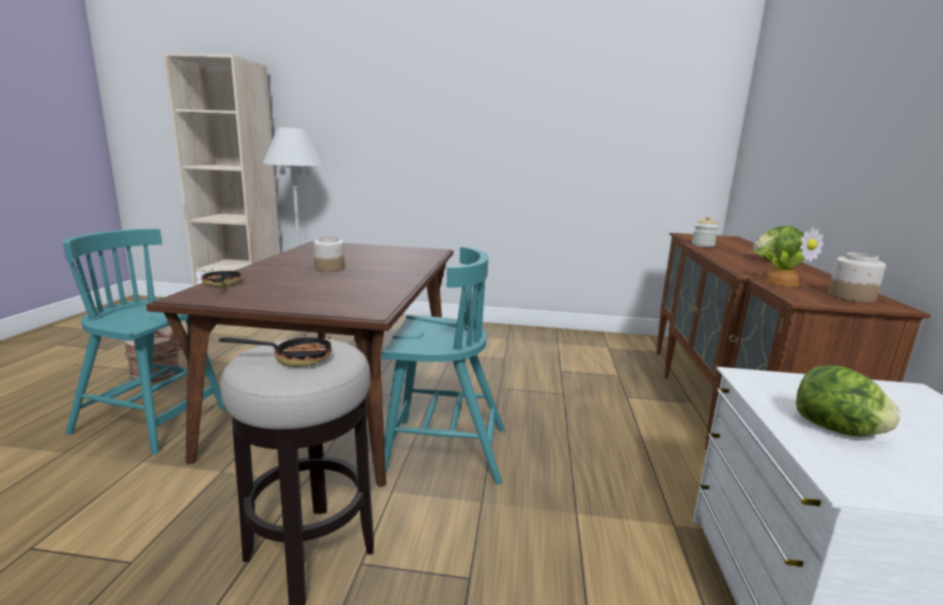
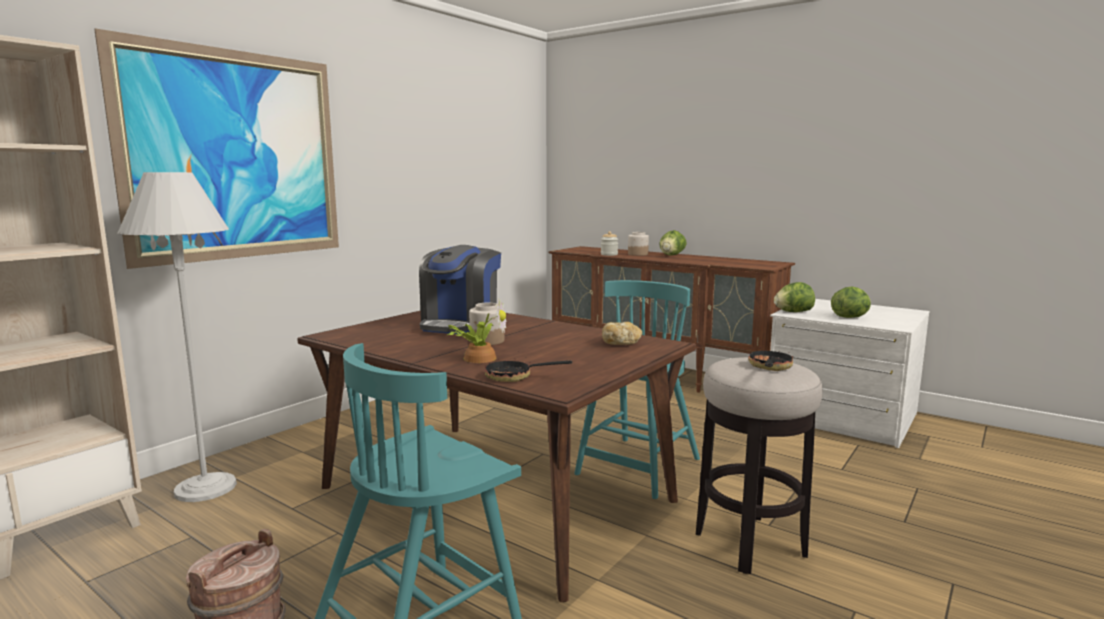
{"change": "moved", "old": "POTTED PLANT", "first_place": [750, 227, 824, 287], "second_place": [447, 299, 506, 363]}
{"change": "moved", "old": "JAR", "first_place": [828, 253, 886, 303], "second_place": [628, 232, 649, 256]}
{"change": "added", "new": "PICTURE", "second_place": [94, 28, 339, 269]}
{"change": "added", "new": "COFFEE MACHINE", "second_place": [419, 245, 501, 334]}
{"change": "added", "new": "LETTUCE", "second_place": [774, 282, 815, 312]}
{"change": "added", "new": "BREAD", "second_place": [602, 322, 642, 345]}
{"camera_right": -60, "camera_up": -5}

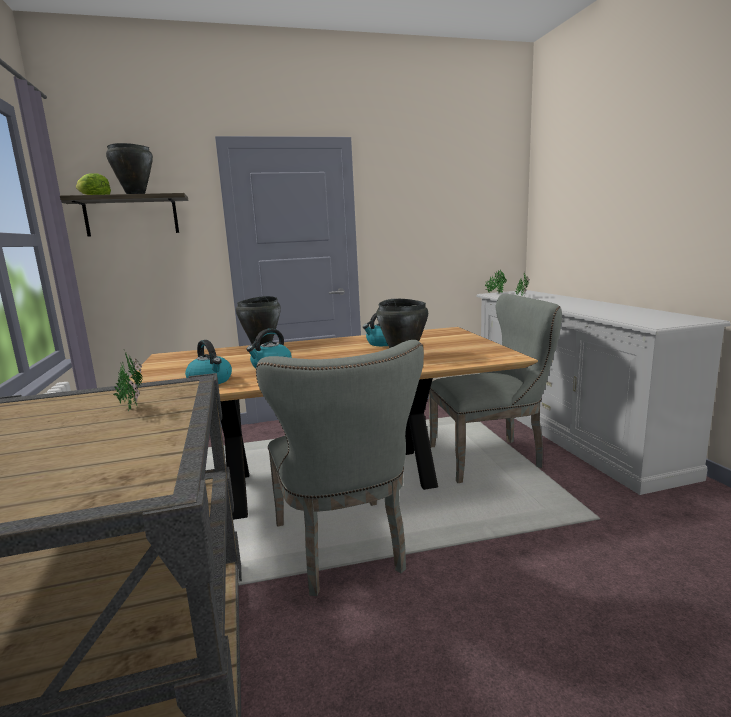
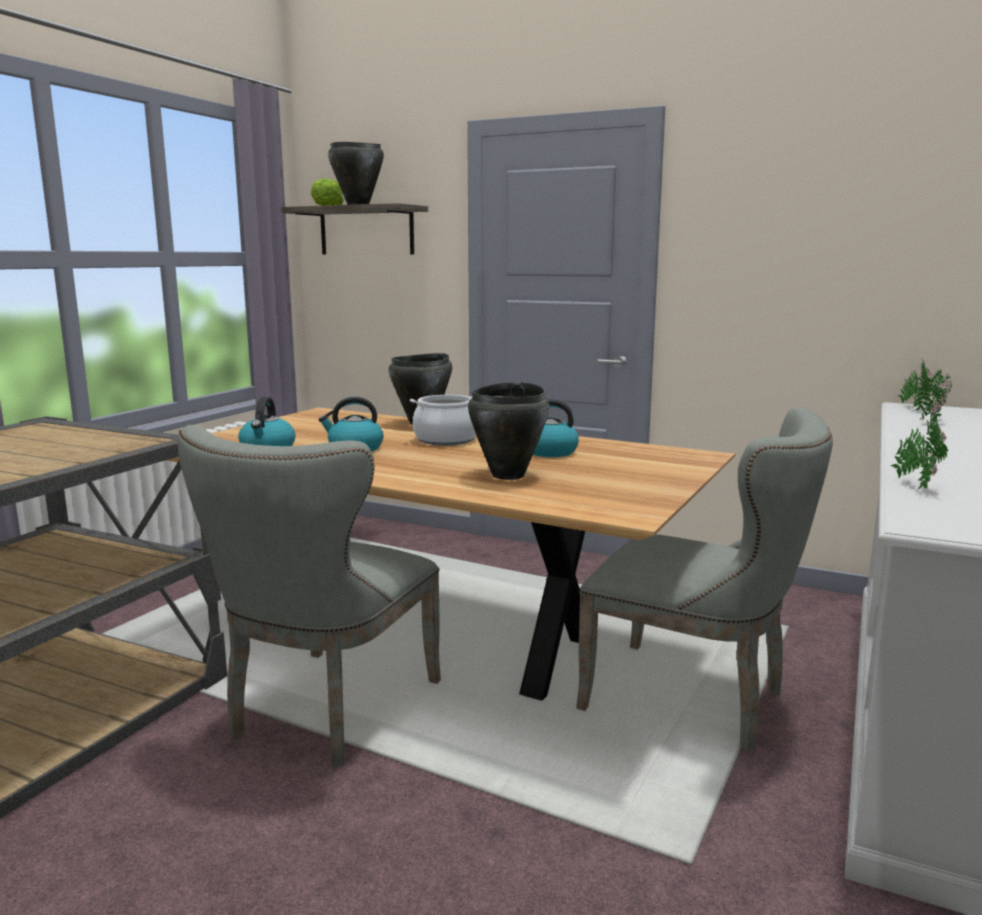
{"change": "moved", "old": "POTTED PLANT", "first_place": [113, 350, 143, 411], "second_place": [891, 413, 948, 489]}
{"change": "added", "new": "COOKING POT", "second_place": [410, 395, 476, 446]}
{"camera_right": 40, "camera_up": 0}

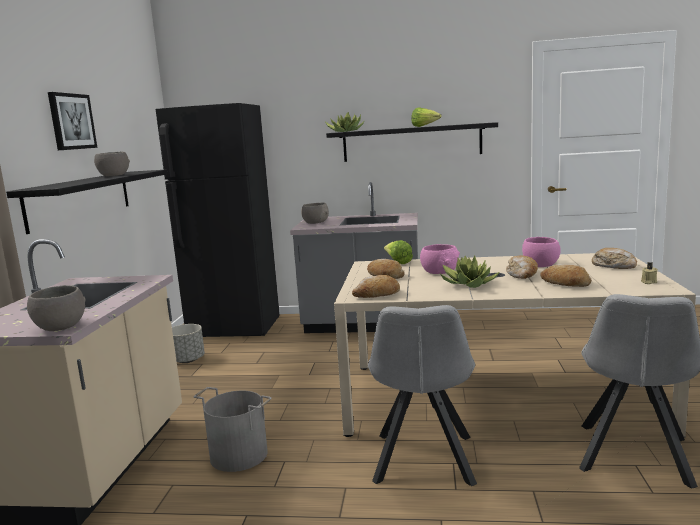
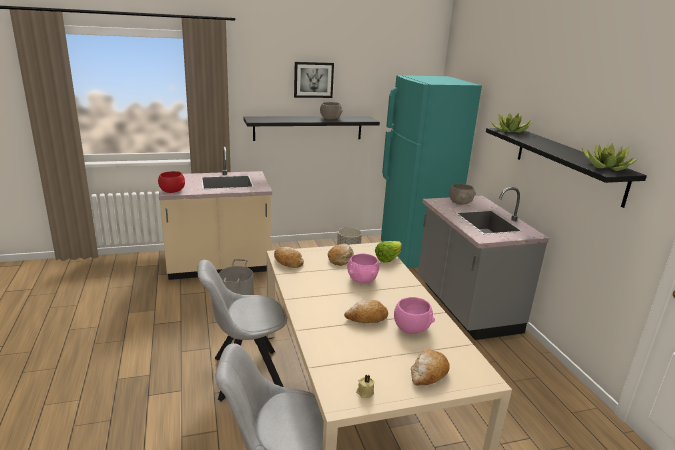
{"change": "recoloured", "old": "BLACK FRIDGE", "new": "TURQUOISE FRIDGE", "first_place": [156, 103, 280, 337], "second_place": [381, 75, 482, 268]}
{"change": "removed", "old": "LETTUCE", "first_place": [411, 107, 442, 127]}
{"change": "moved", "old": "POTTED PLANT", "first_place": [440, 255, 500, 288], "second_place": [582, 142, 638, 171]}
{"change": "removed", "old": "BREAD", "first_place": [540, 264, 591, 287]}
{"change": "recoloured", "old": "GREY BOWL", "new": "RED BOWL", "first_place": [27, 285, 85, 331], "second_place": [158, 171, 185, 193]}
{"camera_right": 65, "camera_up": 10}

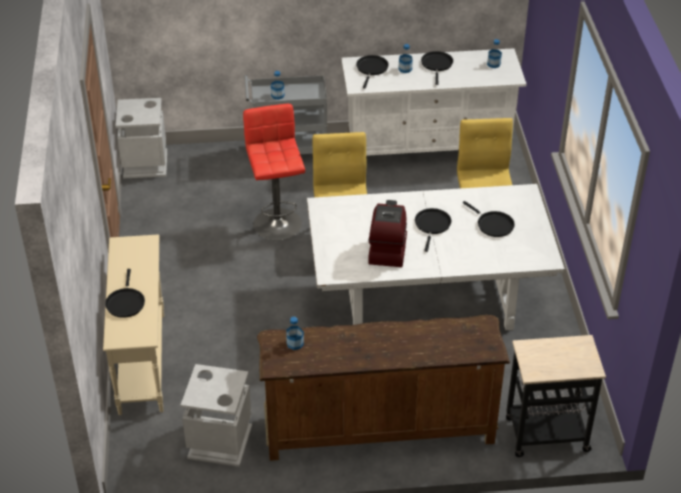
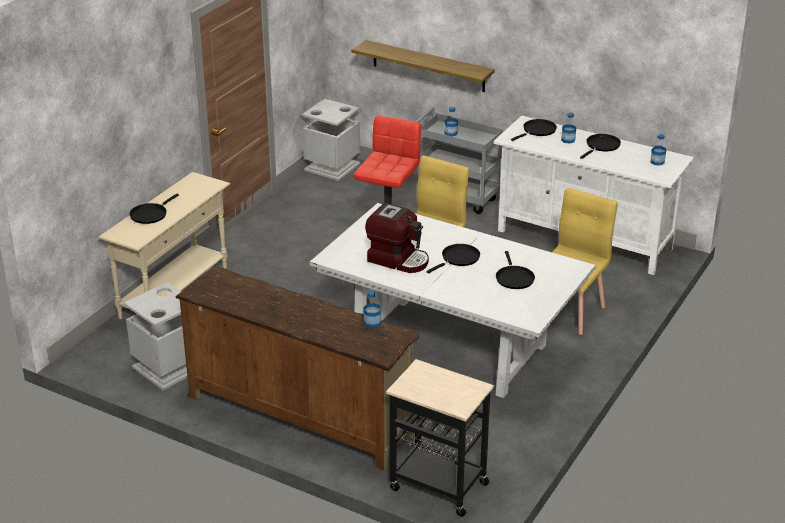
{"change": "turned", "old": "COFFEE MACHINE", "first_place": [368, 200, 407, 267], "second_place": [365, 203, 429, 273], "degrees": 75}
{"change": "moved", "old": "BOTTLE", "first_place": [287, 317, 304, 350], "second_place": [364, 291, 382, 328]}
{"change": "added", "new": "SHELF", "second_place": [351, 40, 495, 92]}
{"camera_right": 35, "camera_up": -10}

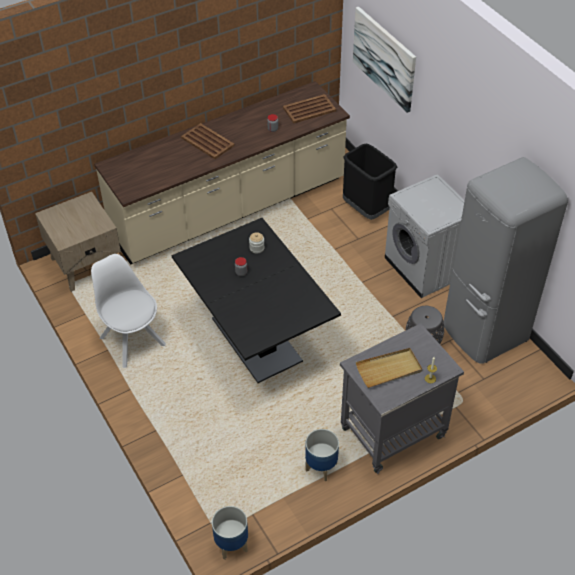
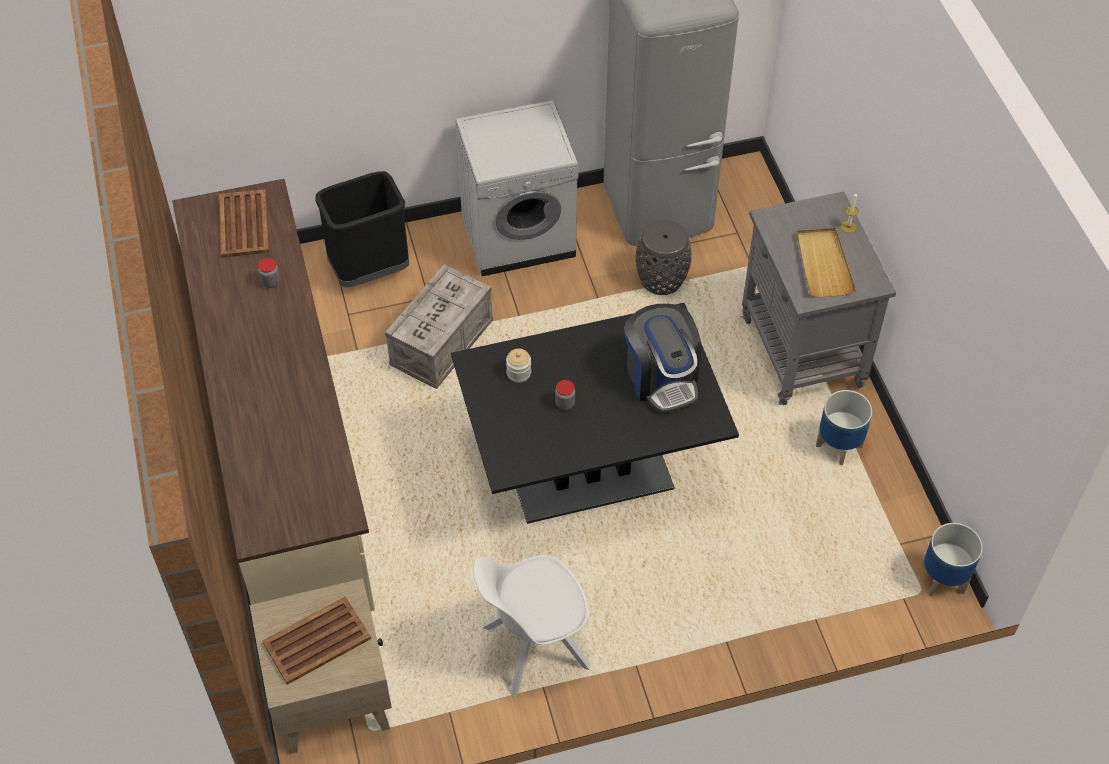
{"change": "removed", "old": "PICTURE", "first_place": [353, 7, 416, 113]}
{"change": "moved", "old": "BROWN TRAY", "first_place": [181, 123, 235, 159], "second_place": [262, 596, 371, 685]}
{"change": "added", "new": "CRATE", "second_place": [385, 264, 493, 389]}
{"change": "added", "new": "COFFEE MACHINE", "second_place": [624, 304, 702, 413]}
{"camera_right": -75, "camera_up": 5}

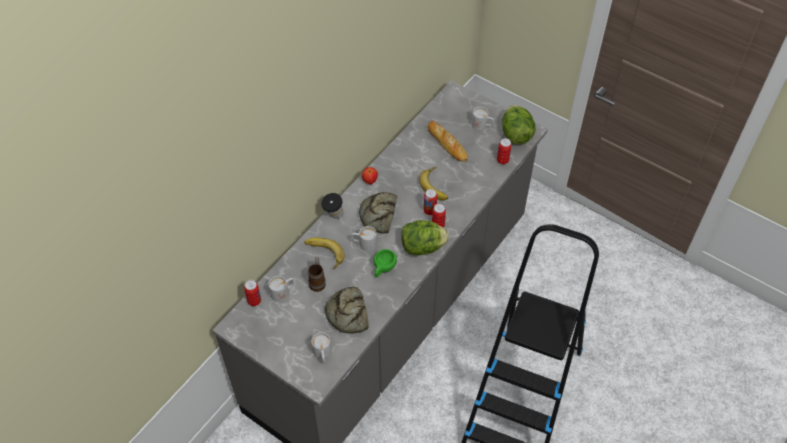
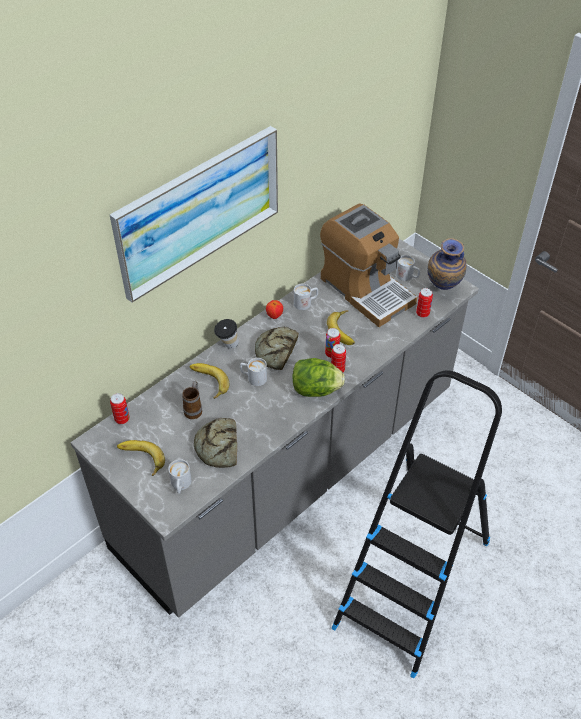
{"change": "replaced", "old": "LETTUCE", "new": "VASE", "first_place": [502, 105, 536, 145], "second_place": [428, 238, 466, 290]}
{"change": "replaced", "old": "BREAD", "new": "COFFEE MACHINE", "first_place": [428, 121, 468, 162], "second_place": [320, 203, 417, 327]}
{"change": "removed", "old": "GREEN CUP", "first_place": [374, 249, 397, 278]}
{"change": "moved", "old": "WHITE MUG", "first_place": [268, 276, 294, 302], "second_place": [294, 284, 318, 310]}
{"change": "added", "new": "PICTURE", "second_place": [110, 126, 278, 303]}
{"change": "added", "new": "BANANA", "second_place": [117, 440, 165, 476]}
{"camera_right": 10, "camera_up": -5}

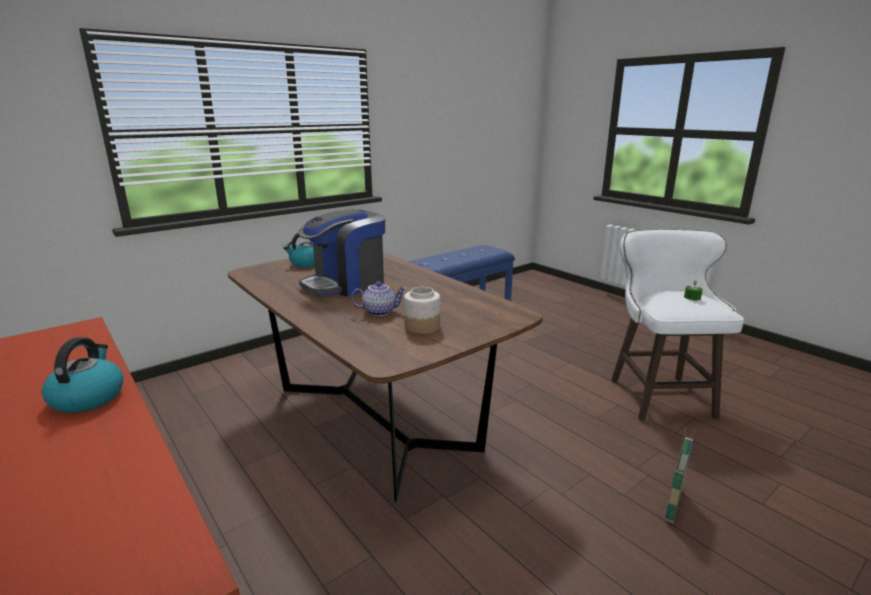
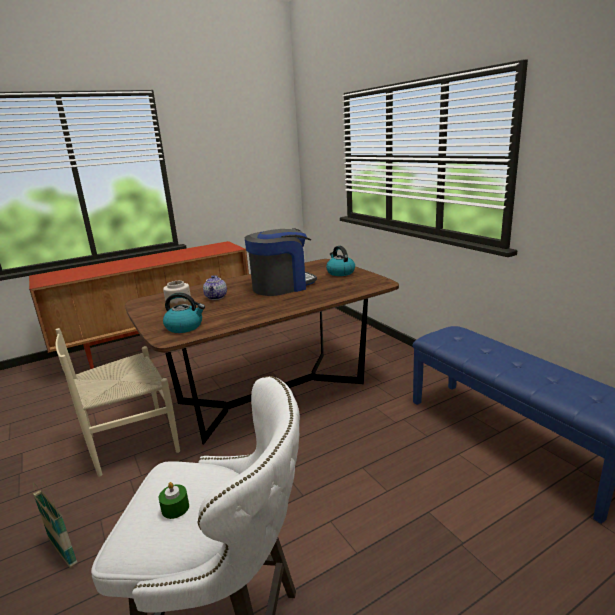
{"change": "turned", "old": "COFFEE MACHINE", "first_place": [298, 209, 385, 296], "second_place": [245, 228, 317, 296], "degrees": 90}
{"change": "moved", "old": "KETTLE", "first_place": [42, 337, 124, 413], "second_place": [163, 293, 205, 333]}
{"change": "added", "new": "BEIGE CHAIR", "second_place": [56, 328, 180, 477]}
{"camera_right": 100, "camera_up": 0}

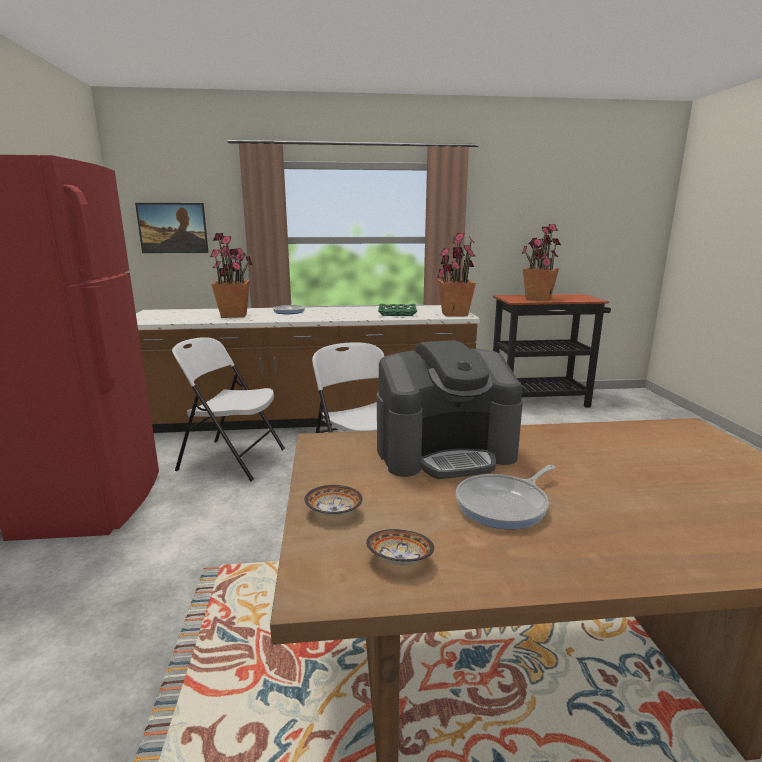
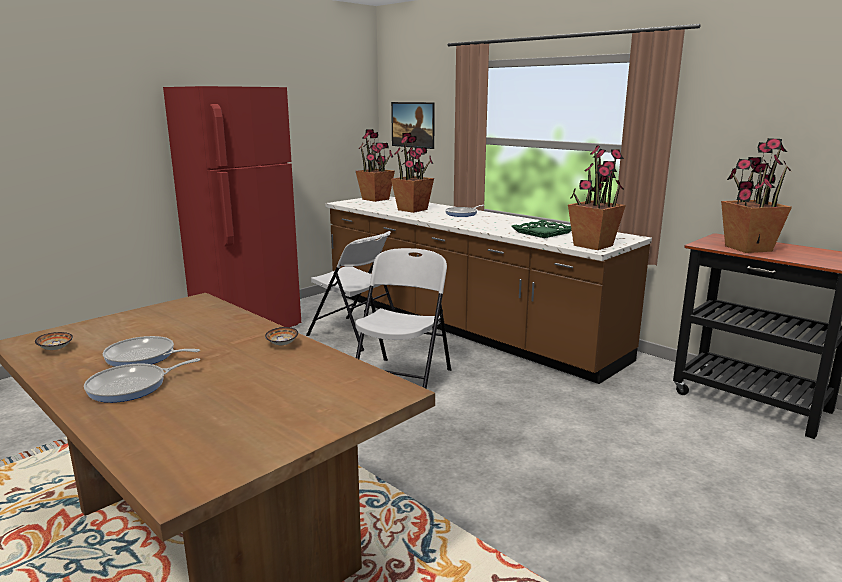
{"change": "turned", "old": "WHITE CHAIR", "first_place": [172, 337, 285, 481], "second_place": [306, 231, 396, 352], "degrees": 150}
{"change": "removed", "old": "COFFEE MACHINE", "first_place": [377, 340, 523, 479]}
{"change": "moved", "old": "BOWL", "first_place": [304, 485, 363, 516], "second_place": [265, 327, 298, 345]}
{"change": "added", "new": "POTTED PLANT", "second_place": [356, 129, 395, 202]}
{"change": "added", "new": "FRYING PAN", "second_place": [84, 358, 200, 403]}
{"camera_right": 50, "camera_up": 0}

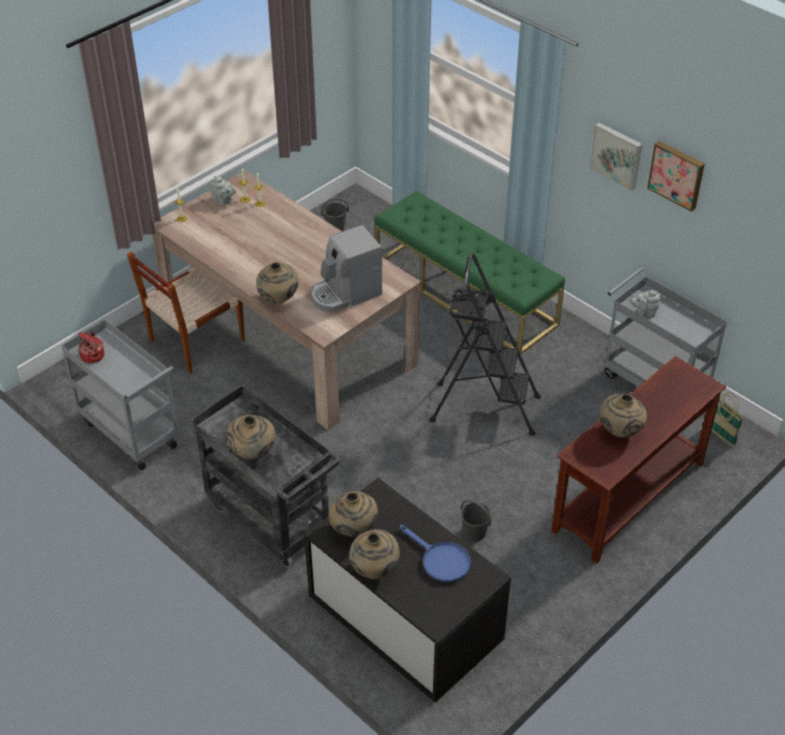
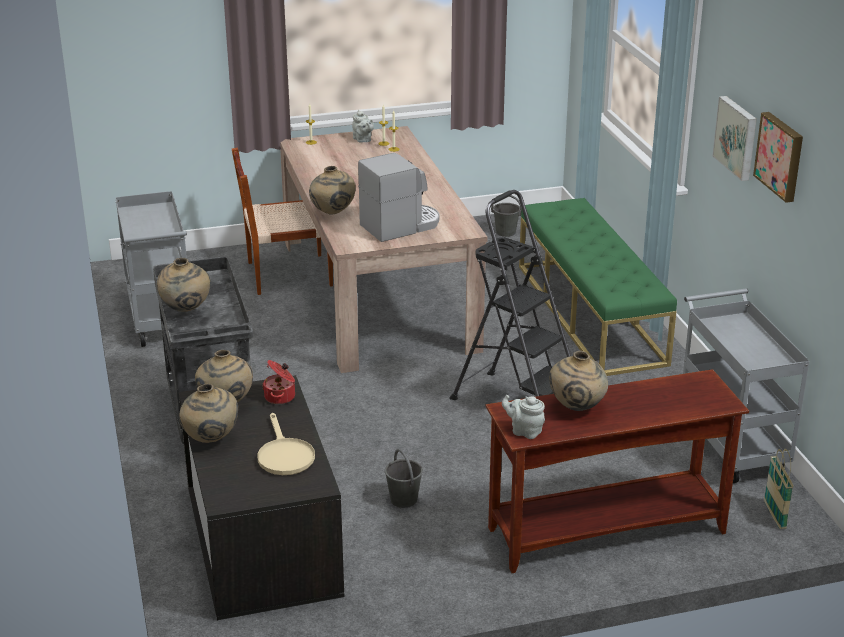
{"change": "turned", "old": "COFFEE MACHINE", "first_place": [311, 225, 383, 313], "second_place": [358, 153, 439, 242], "degrees": 150}
{"change": "moved", "old": "GREY TEAPOT", "first_place": [630, 290, 661, 318], "second_place": [502, 395, 545, 439]}
{"change": "moved", "old": "COOKING POT", "first_place": [78, 332, 104, 364], "second_place": [262, 360, 295, 404]}
{"change": "recoloured", "old": "BLUE FRYING PAN", "new": "BEIGE FRYING PAN", "first_place": [400, 525, 471, 582], "second_place": [258, 413, 315, 475]}
{"camera_right": 30, "camera_up": -15}

